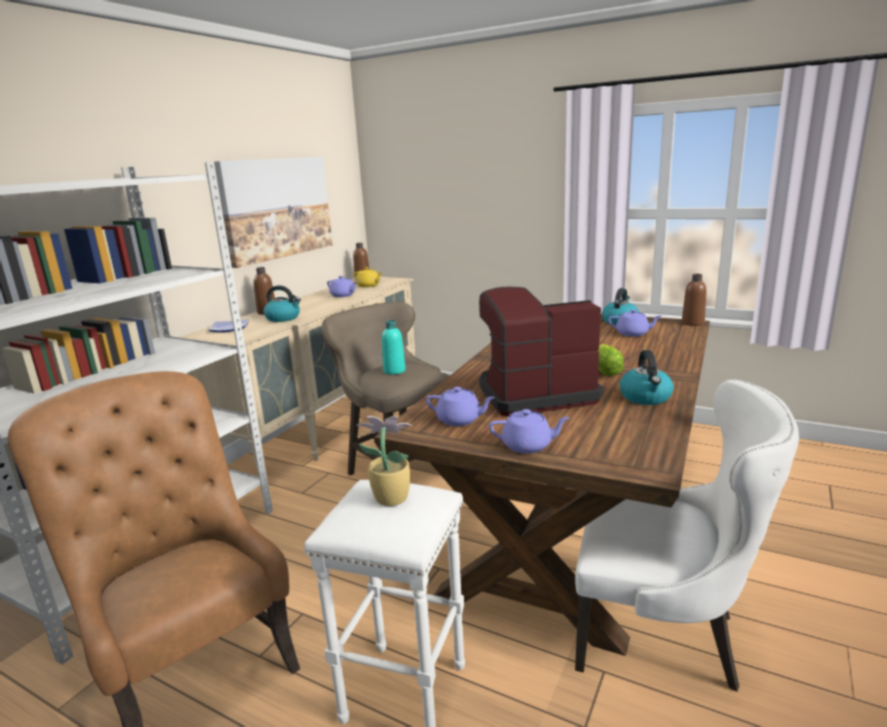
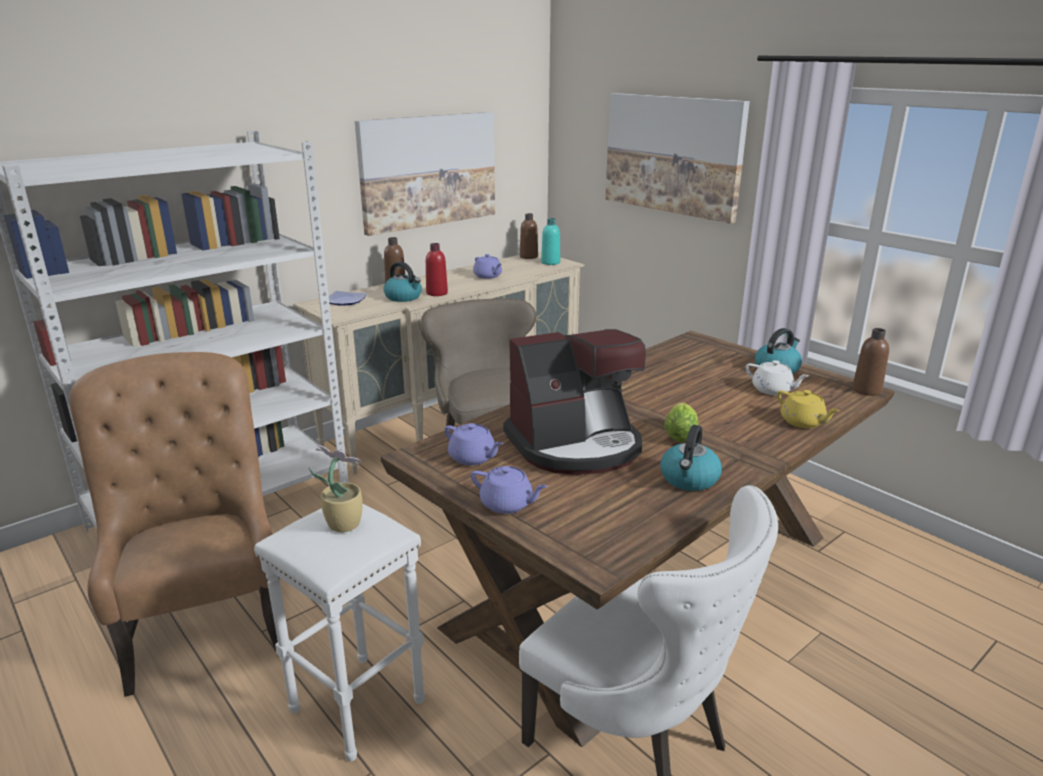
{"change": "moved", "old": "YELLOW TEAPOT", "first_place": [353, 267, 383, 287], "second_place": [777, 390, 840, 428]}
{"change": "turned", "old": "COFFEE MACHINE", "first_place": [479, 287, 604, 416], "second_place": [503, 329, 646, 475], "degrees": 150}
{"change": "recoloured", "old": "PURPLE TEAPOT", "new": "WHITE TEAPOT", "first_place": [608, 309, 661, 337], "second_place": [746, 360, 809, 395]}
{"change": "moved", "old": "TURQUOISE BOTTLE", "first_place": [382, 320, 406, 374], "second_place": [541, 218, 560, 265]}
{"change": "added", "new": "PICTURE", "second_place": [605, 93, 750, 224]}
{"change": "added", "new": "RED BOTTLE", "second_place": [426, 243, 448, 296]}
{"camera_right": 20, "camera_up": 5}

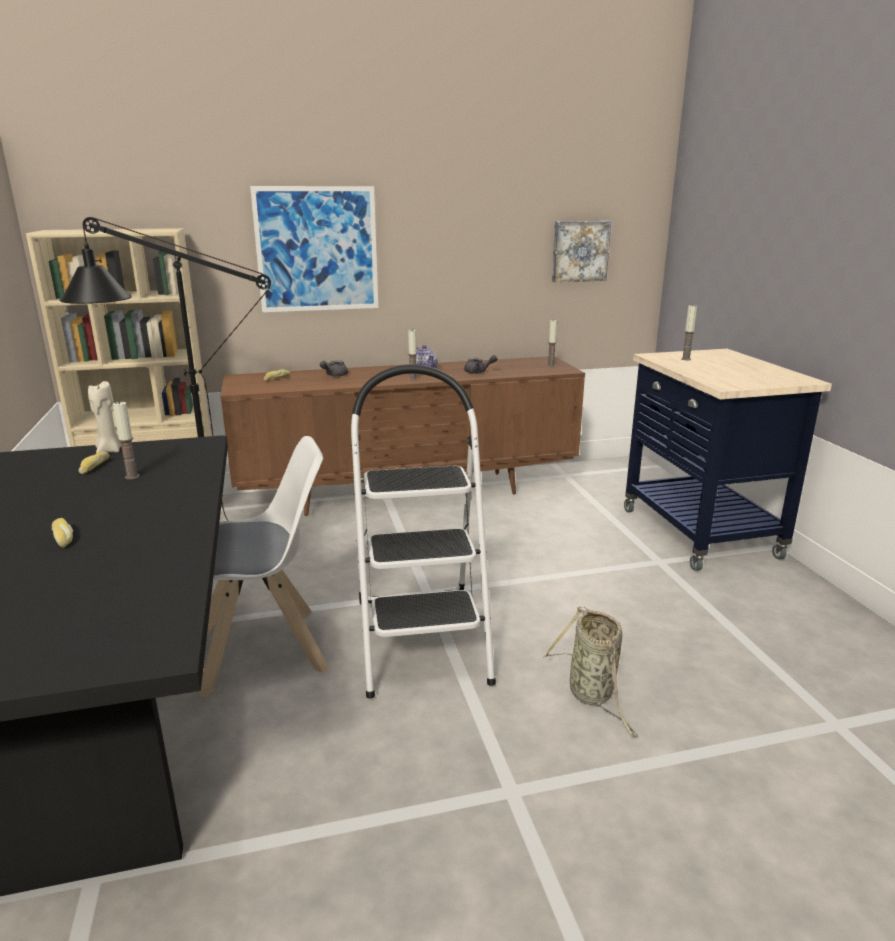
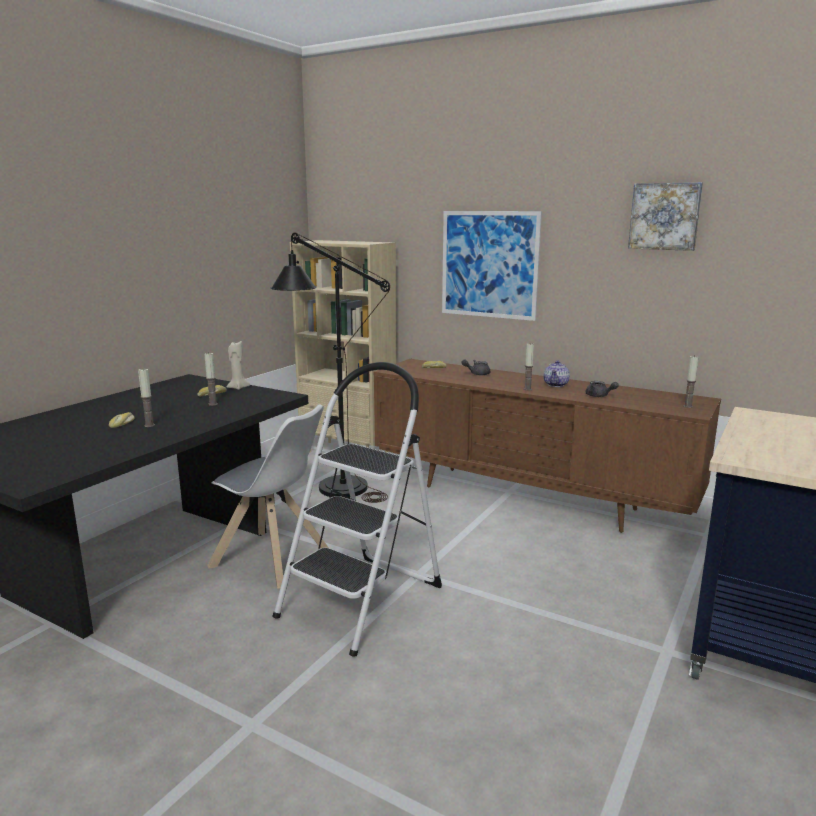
{"change": "moved", "old": "PICTURE", "first_place": [552, 221, 611, 282], "second_place": [628, 182, 703, 251]}
{"change": "moved", "old": "CANDLE", "first_place": [681, 305, 697, 360], "second_place": [138, 369, 155, 427]}
{"change": "removed", "old": "BASKET", "first_place": [543, 607, 638, 737]}
{"camera_right": 45, "camera_up": -5}

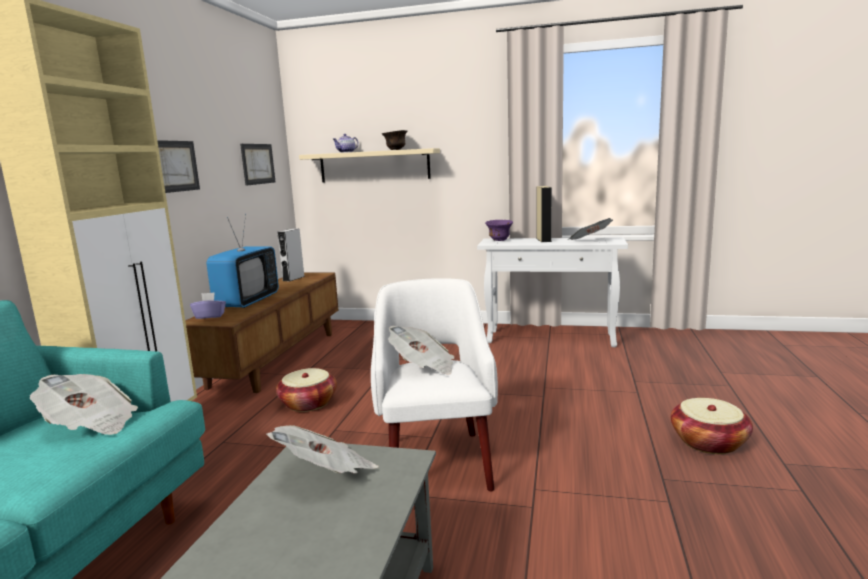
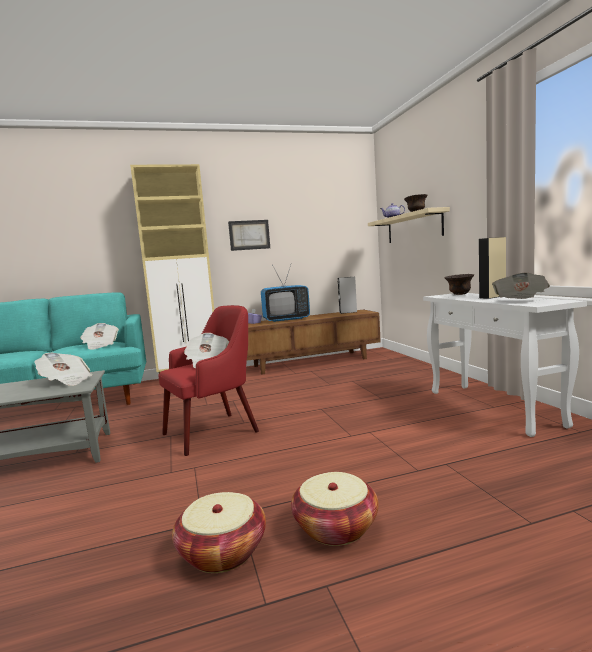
{"change": "removed", "old": "PICTURE", "first_place": [240, 144, 275, 186]}
{"change": "recoloured", "old": "PURPLE BOWL", "new": "BROWN BOWL", "first_place": [485, 220, 513, 241], "second_place": [444, 274, 474, 295]}
{"change": "recoloured", "old": "WHITE ARMCHAIR", "new": "RED ARMCHAIR", "first_place": [371, 278, 498, 491], "second_place": [158, 305, 259, 456]}
{"change": "moved", "old": "BASKET", "first_place": [276, 368, 337, 412], "second_place": [172, 492, 266, 573]}
{"camera_right": 60, "camera_up": -5}

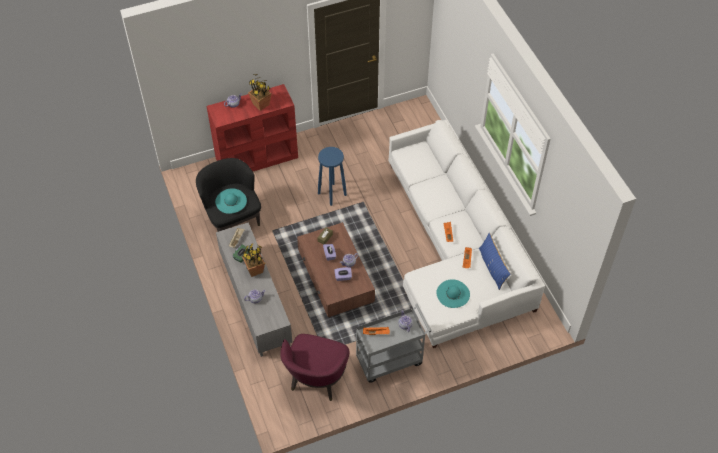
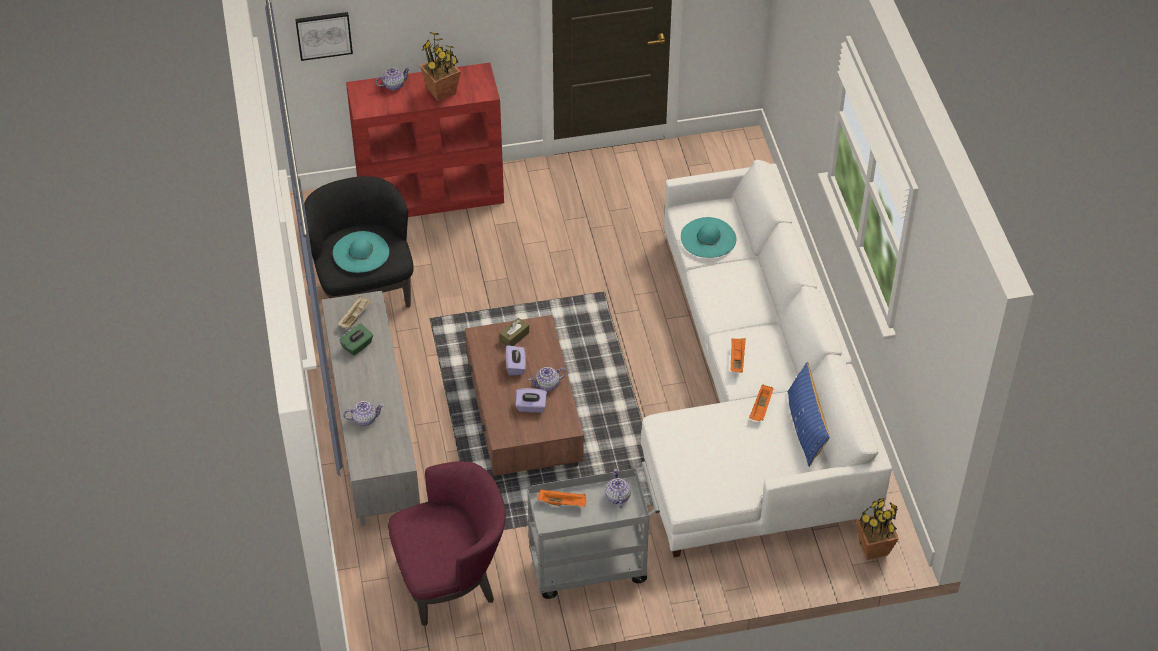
{"change": "removed", "old": "BLUE STOOL", "first_place": [318, 147, 347, 206]}
{"change": "moved", "old": "POTTED PLANT", "first_place": [242, 244, 265, 277], "second_place": [856, 498, 899, 560]}
{"change": "moved", "old": "TURQUOISE HAT", "first_place": [436, 279, 470, 308], "second_place": [681, 217, 736, 258]}
{"change": "turned", "old": "PURPLE ARMCHAIR", "first_place": [280, 334, 349, 401], "second_place": [388, 461, 506, 626], "degrees": -135}
{"change": "added", "new": "PICTURE", "second_place": [295, 12, 353, 61]}
{"camera_right": 10, "camera_up": -5}

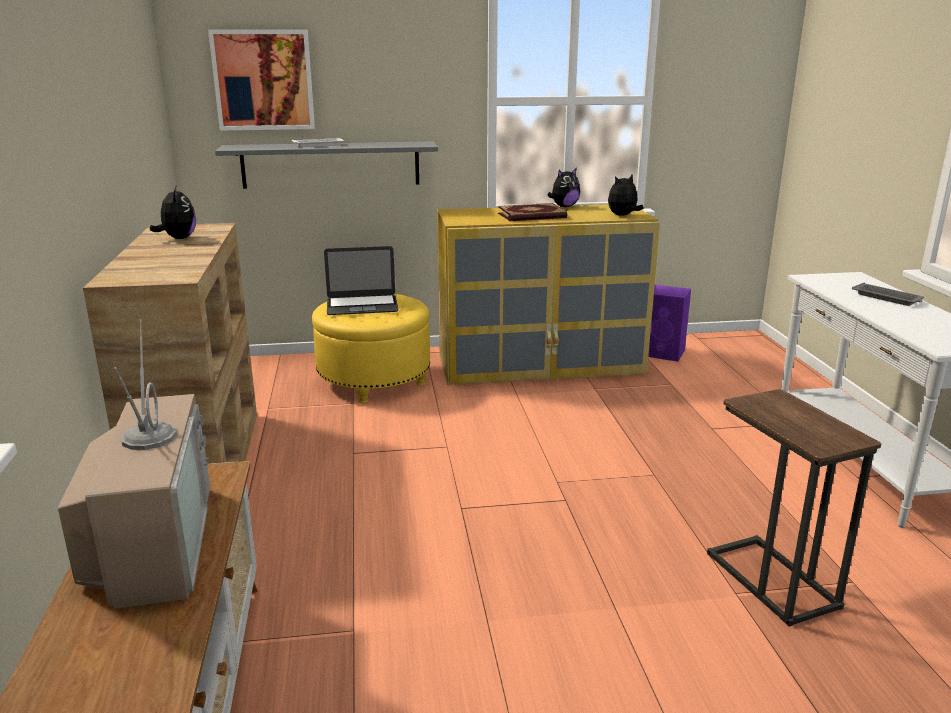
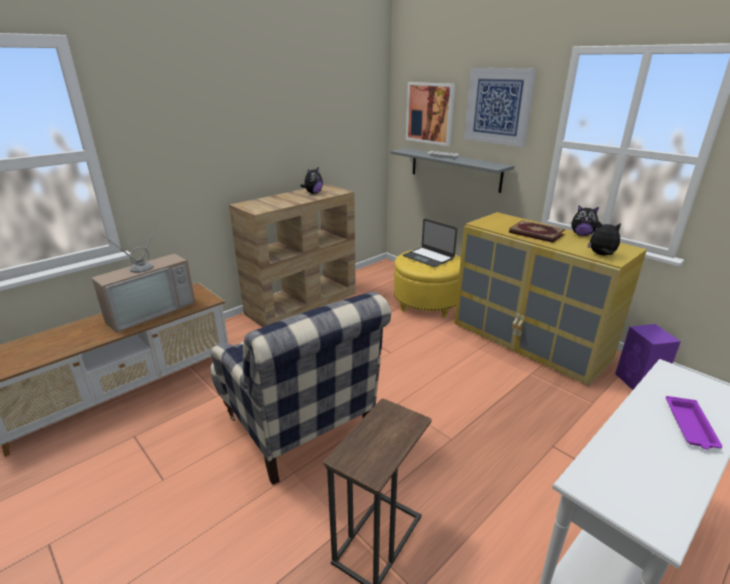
{"change": "recoloured", "old": "GREY TRAY", "new": "PURPLE TRAY", "first_place": [852, 283, 924, 306], "second_place": [666, 396, 723, 450]}
{"change": "added", "new": "PICTURE", "second_place": [464, 68, 537, 147]}
{"change": "added", "new": "ARMCHAIR", "second_place": [210, 292, 391, 485]}
{"camera_right": 55, "camera_up": 5}

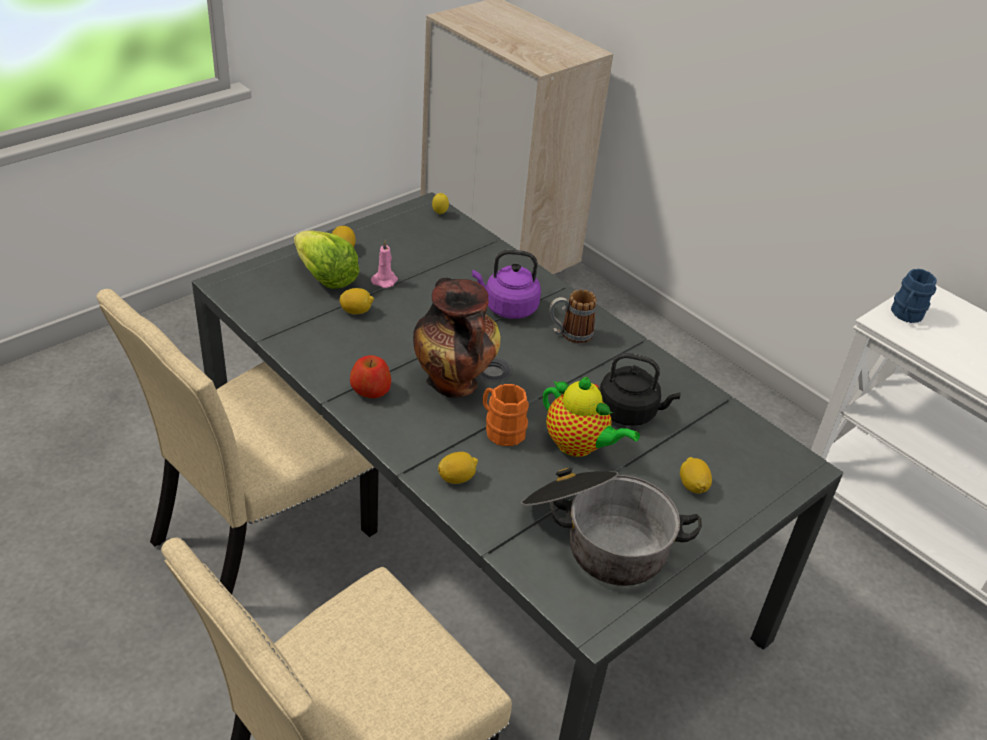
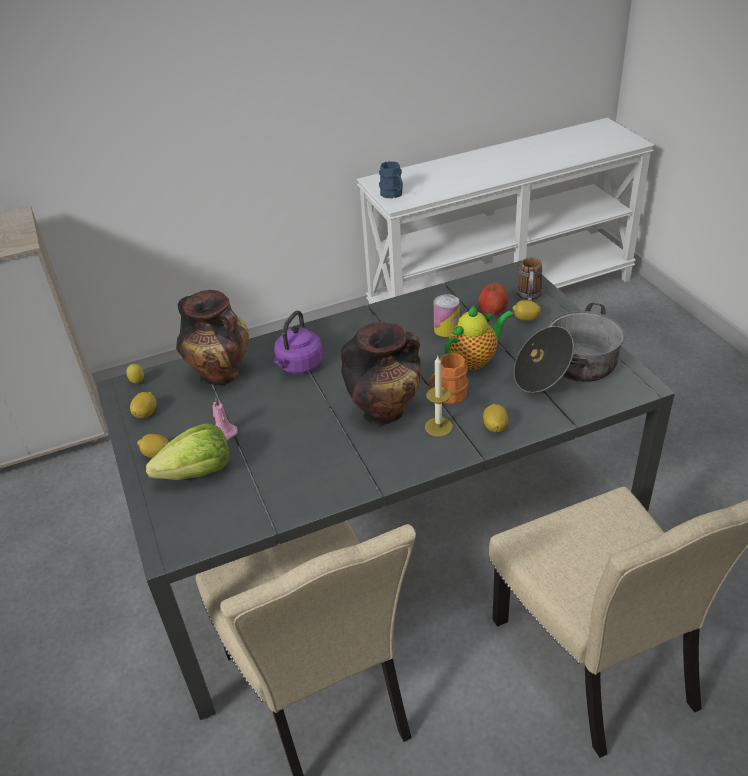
{"change": "moved", "old": "LEMON", "first_place": [339, 288, 374, 315], "second_place": [130, 392, 157, 418]}
{"change": "moved", "old": "MUG", "first_place": [549, 289, 597, 343], "second_place": [516, 257, 542, 301]}
{"change": "replaced", "old": "BLACK KETTLE", "new": "CAN", "first_place": [600, 353, 681, 426], "second_place": [433, 294, 460, 337]}
{"change": "moved", "old": "APPLE", "first_place": [350, 355, 391, 398], "second_place": [478, 283, 509, 315]}
{"change": "added", "new": "VASE", "second_place": [176, 290, 249, 385]}
{"change": "added", "new": "CANDLE", "second_place": [425, 356, 453, 437]}
{"camera_right": -65, "camera_up": 0}

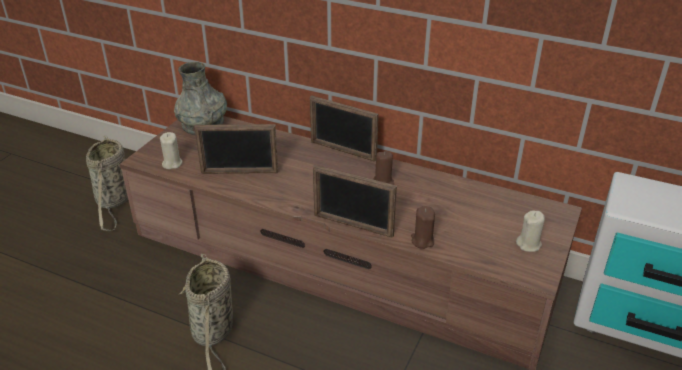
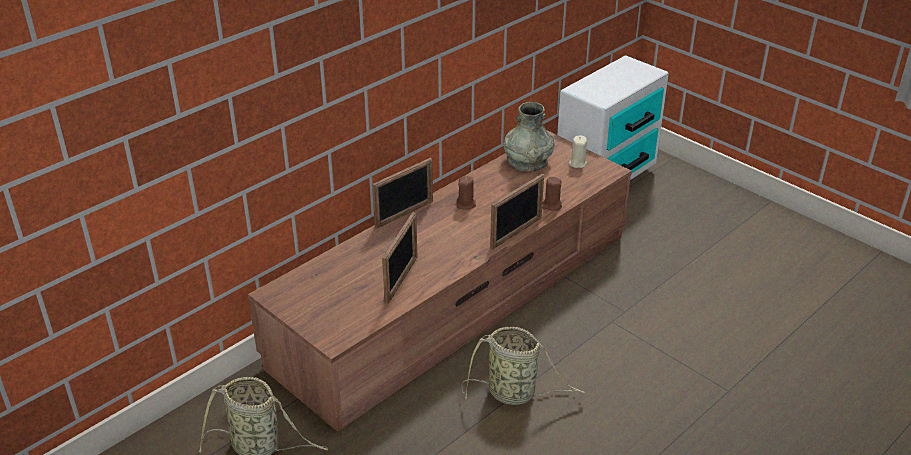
{"change": "moved", "old": "GREY VASE", "first_place": [174, 62, 227, 136], "second_place": [503, 102, 554, 172]}
{"change": "removed", "old": "BEIGE CANDLE", "first_place": [160, 132, 182, 169]}
{"camera_right": -70, "camera_up": 0}

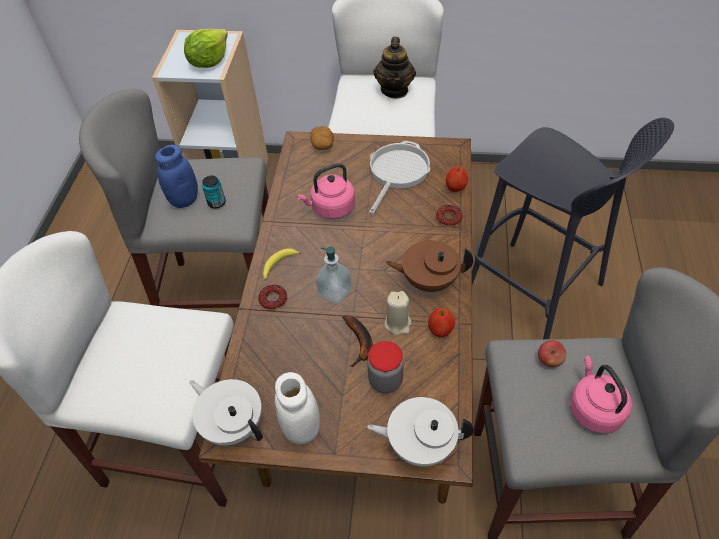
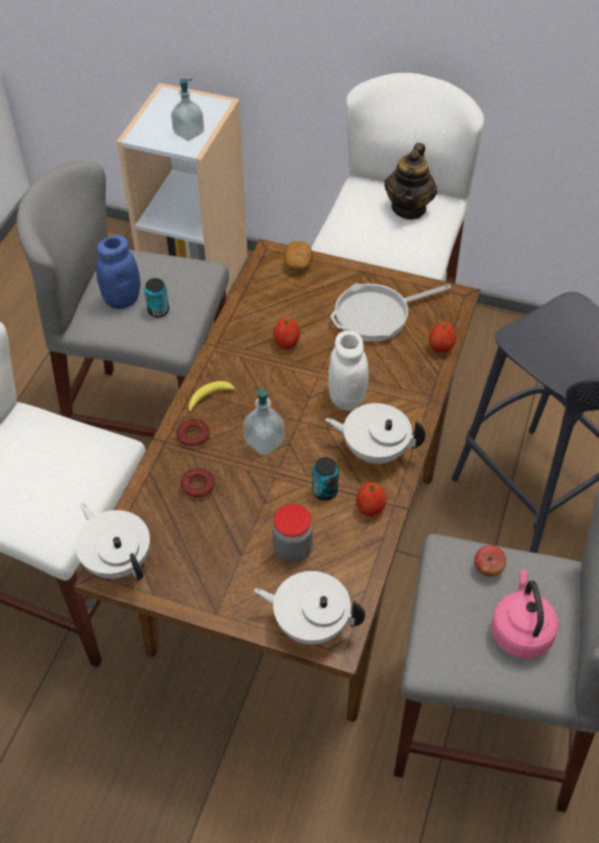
{"change": "replaced", "old": "LETTUCE", "new": "SOAP DISPENSER", "first_place": [184, 29, 228, 68], "second_place": [171, 79, 204, 141]}
{"change": "turned", "old": "FRYING PAN", "first_place": [369, 141, 430, 215], "second_place": [330, 283, 451, 342], "degrees": -150}
{"change": "replaced", "old": "PINK KETTLE", "new": "APPLE", "first_place": [297, 163, 355, 219], "second_place": [273, 318, 300, 350]}
{"change": "moved", "old": "DONUT", "first_place": [436, 205, 462, 227], "second_place": [181, 468, 215, 499]}
{"change": "recoloured", "old": "BROWN TEAPOT", "new": "WHITE TEAPOT", "first_place": [385, 240, 473, 292], "second_place": [325, 403, 426, 464]}
{"change": "replaced", "old": "BEIGE CANDLE", "new": "CAN", "first_place": [385, 291, 411, 335], "second_place": [312, 457, 339, 501]}
{"change": "removed", "old": "BANANA", "first_place": [343, 315, 373, 367]}
{"change": "moved", "old": "WHITE JAR", "first_place": [275, 372, 320, 444], "second_place": [328, 330, 369, 411]}
{"camera_right": 10, "camera_up": 0}

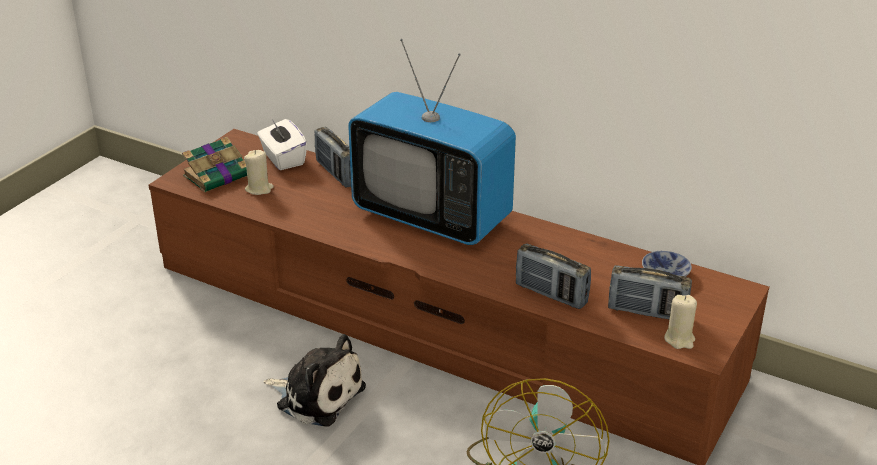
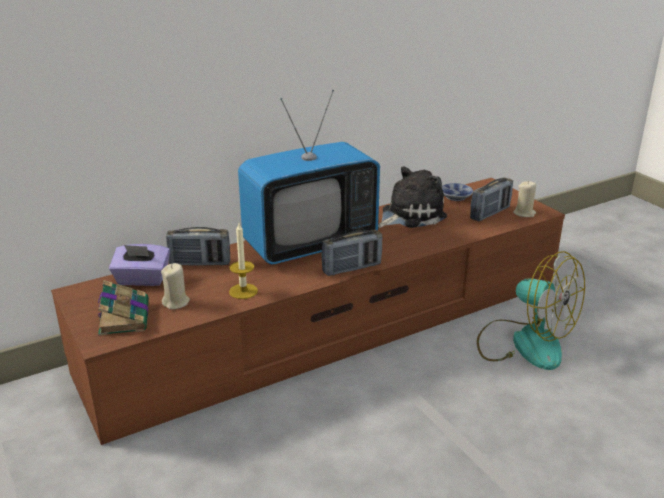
{"change": "recoloured", "old": "WHITE TISSUE BOX", "new": "PURPLE TISSUE BOX", "first_place": [257, 119, 307, 170], "second_place": [109, 244, 170, 286]}
{"change": "moved", "old": "RADIO", "first_place": [516, 243, 591, 309], "second_place": [321, 230, 382, 276]}
{"change": "moved", "old": "PLUSH TOY", "first_place": [263, 334, 366, 427], "second_place": [378, 166, 447, 228]}
{"change": "added", "new": "CANDLE", "second_place": [229, 223, 258, 299]}
{"camera_right": -60, "camera_up": -5}

